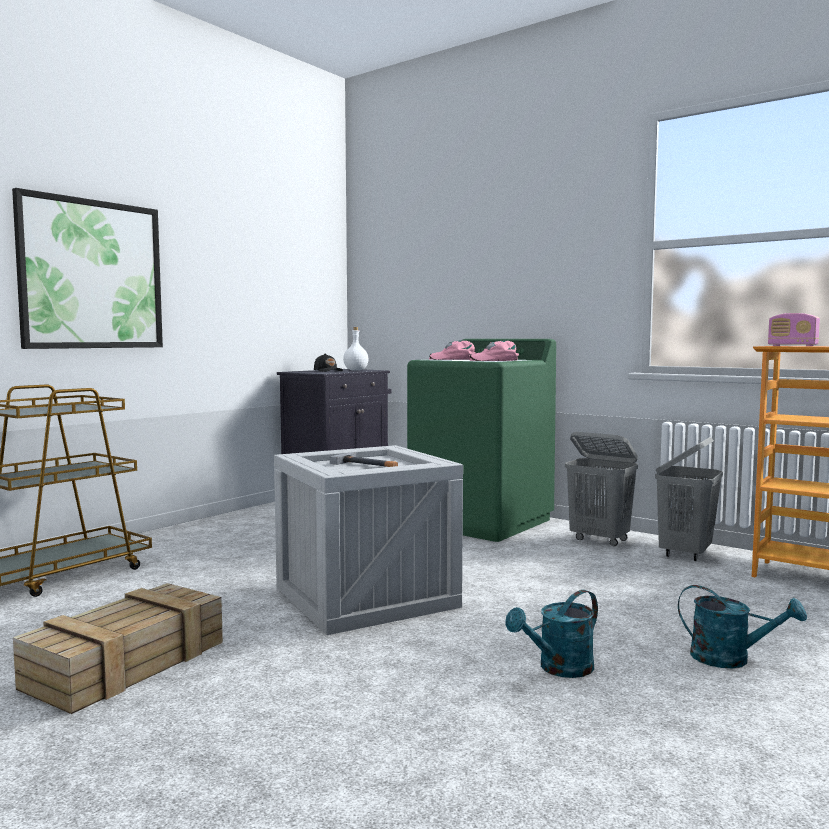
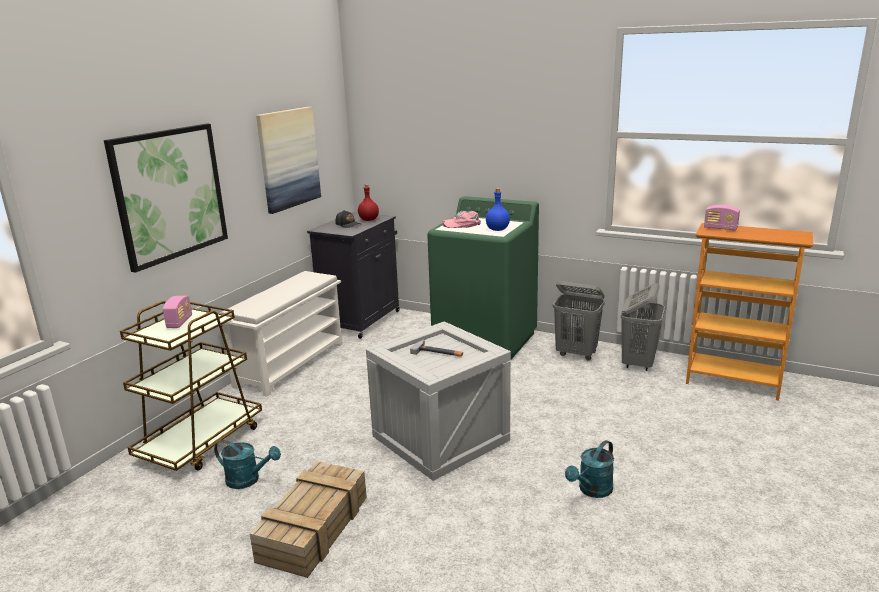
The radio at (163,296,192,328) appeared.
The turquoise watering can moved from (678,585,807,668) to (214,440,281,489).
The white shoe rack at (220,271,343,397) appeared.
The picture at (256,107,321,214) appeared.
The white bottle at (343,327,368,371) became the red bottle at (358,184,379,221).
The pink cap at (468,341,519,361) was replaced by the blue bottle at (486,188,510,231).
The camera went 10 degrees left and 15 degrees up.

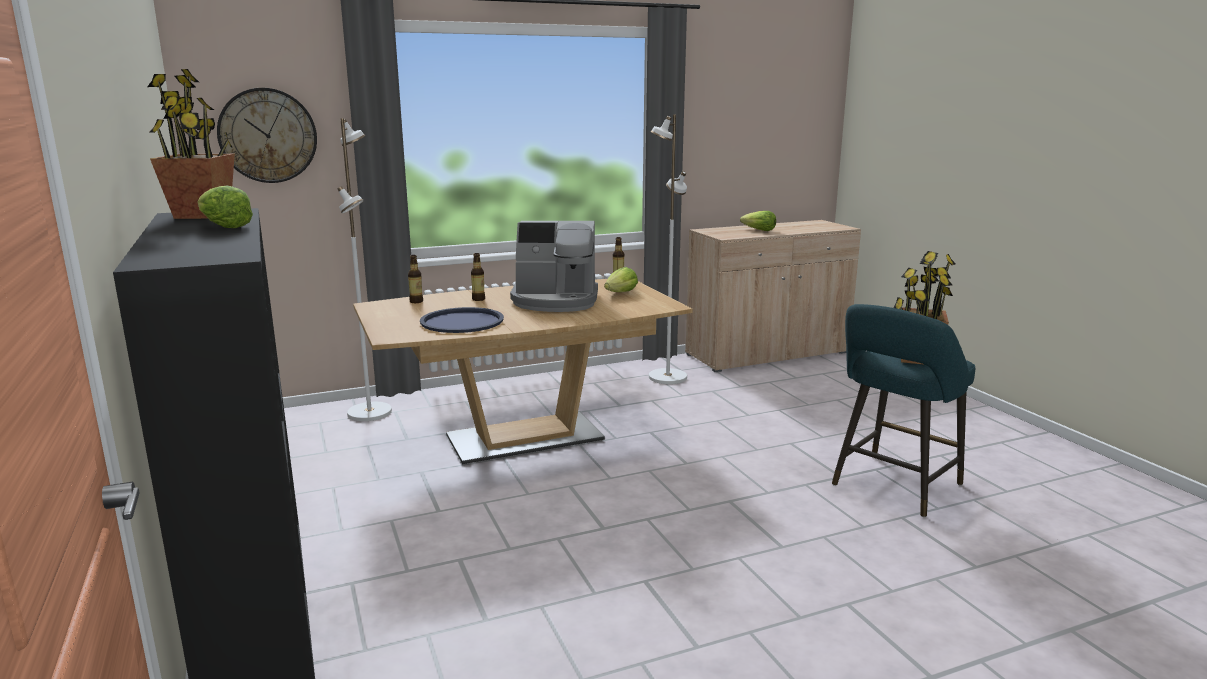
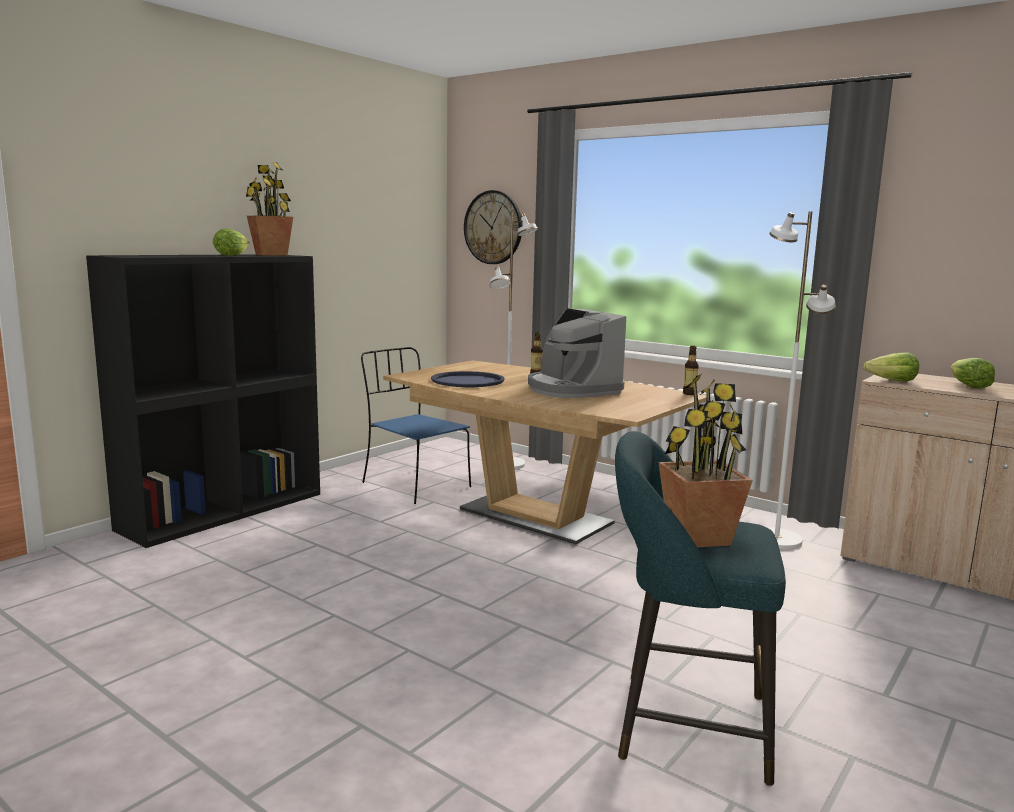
The blue chair at (361,347,471,504) appeared.
The lettuce moved from (604,267,638,292) to (863,352,919,382).
The bottle at (408,255,423,303) disappeared.
The camera went 60 degrees right and 5 degrees down.

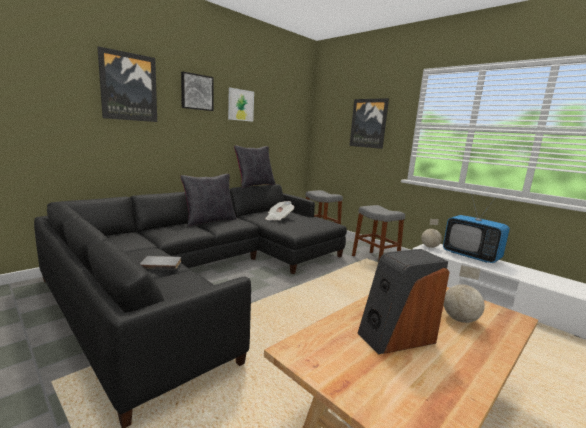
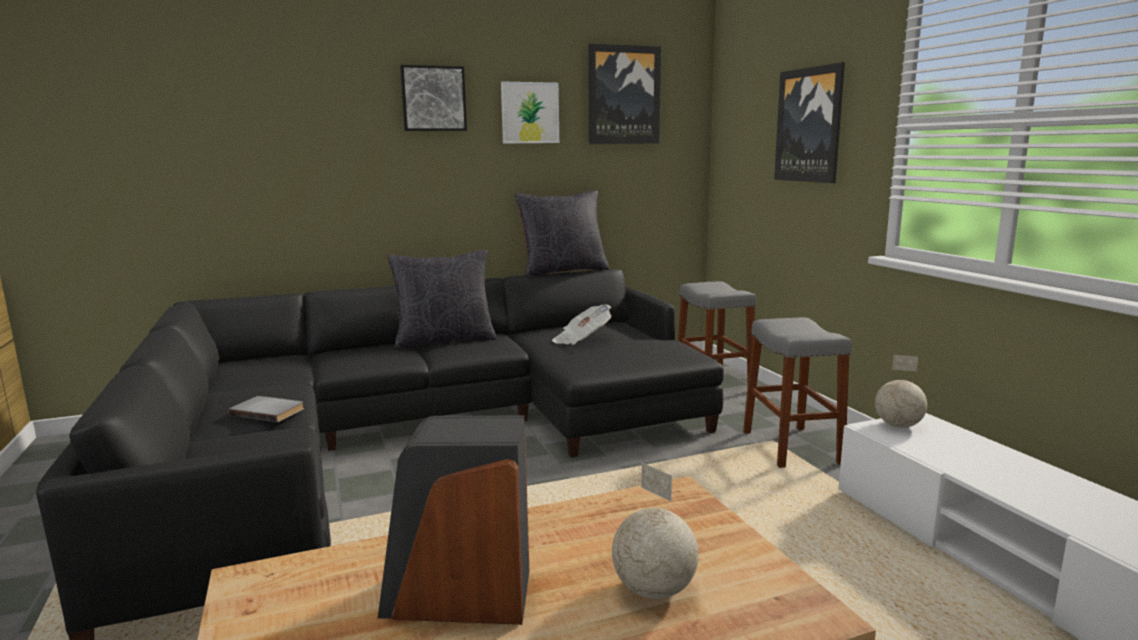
The picture moved from (98,46,157,122) to (588,44,661,144).
The television at (443,194,510,263) disappeared.
The camera went 25 degrees right and 0 degrees up.

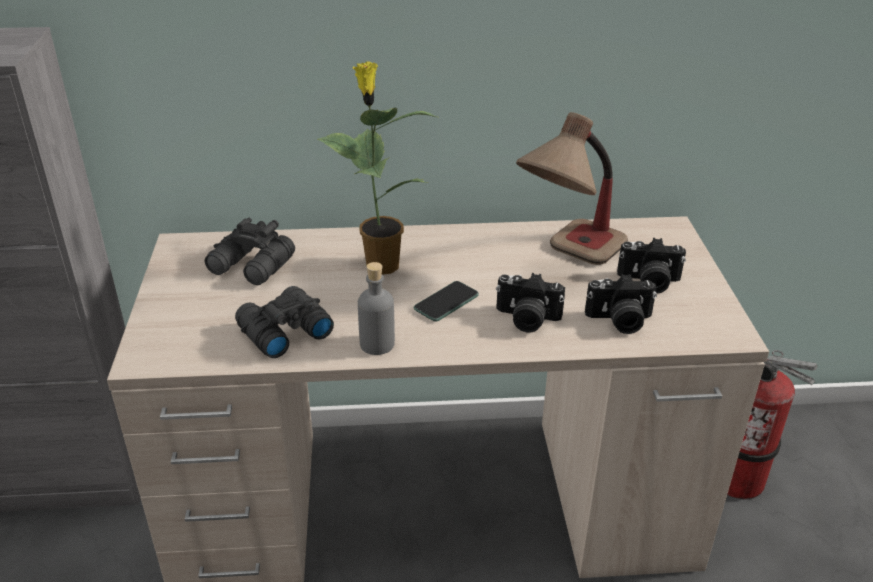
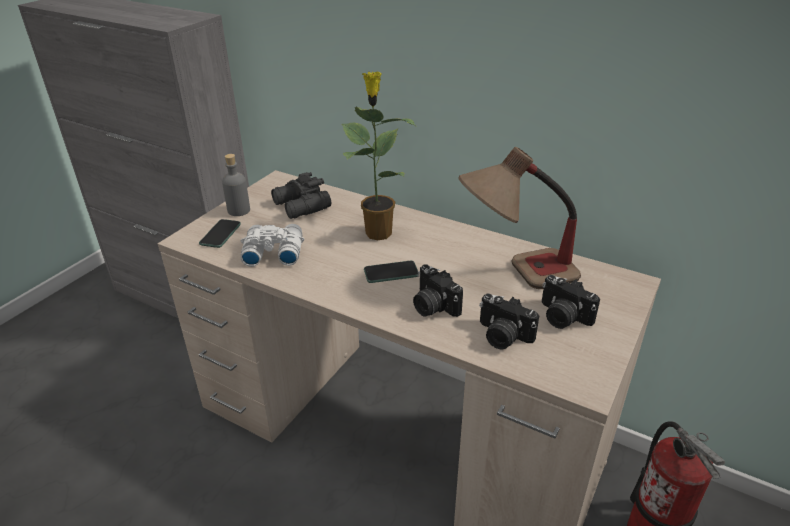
The phone at (199,219,241,248) appeared.
The grey bottle moved from (358,262,395,355) to (222,154,250,216).
The black binoculars at (235,286,334,358) became the white binoculars at (241,224,304,267).
The camera went 35 degrees right and 0 degrees up.

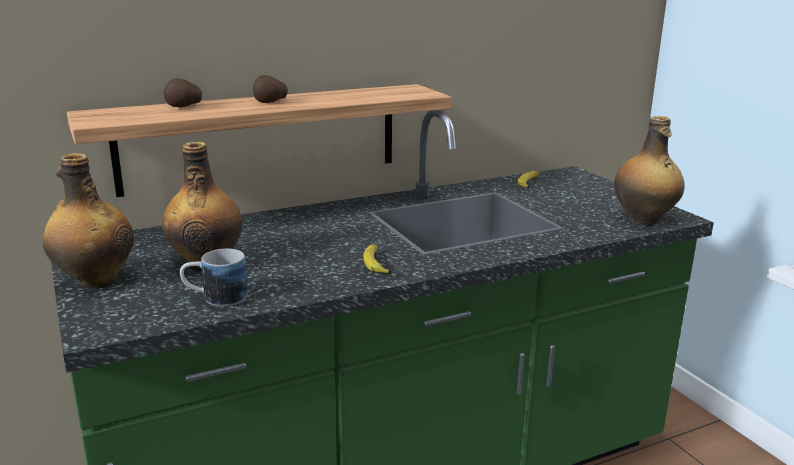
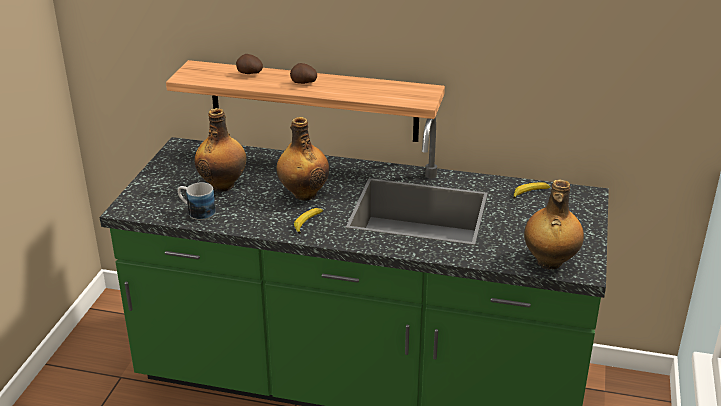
The bottle moved from (43,153,134,289) to (276,117,329,200).
The camera went 40 degrees right and 10 degrees up.

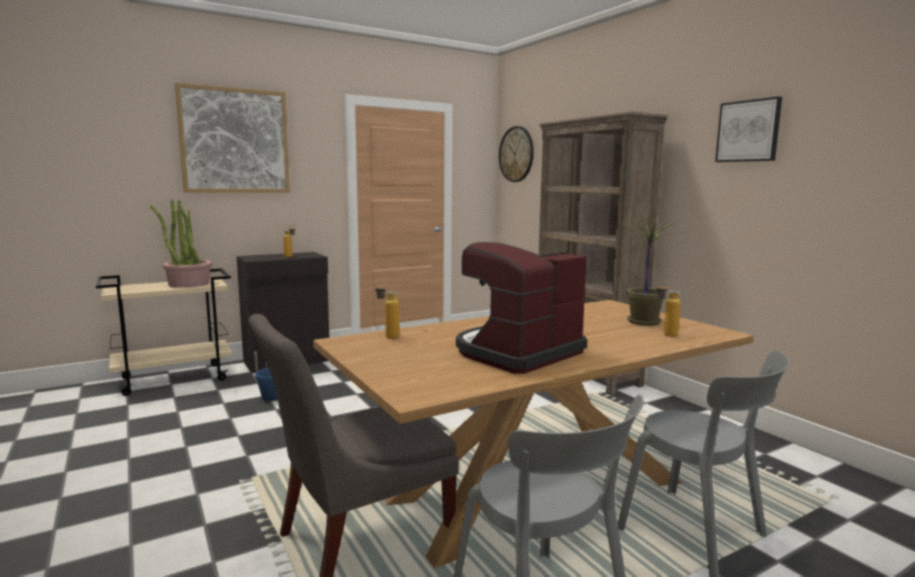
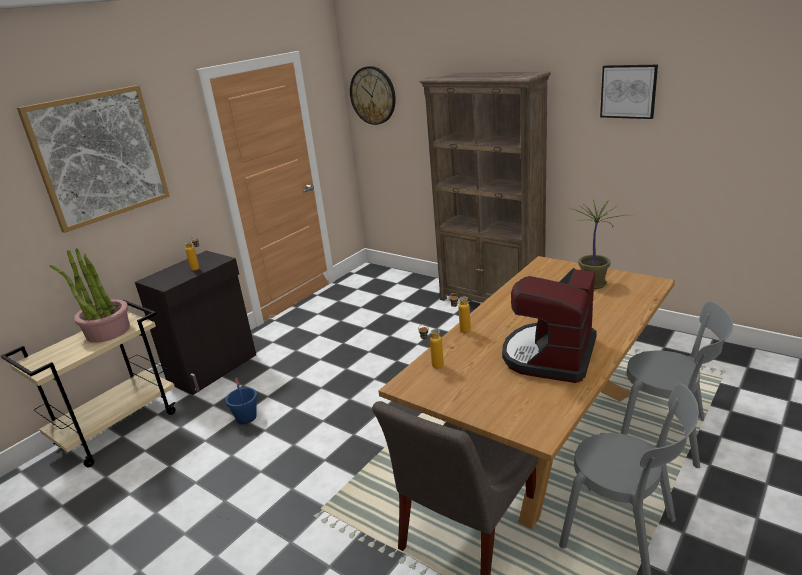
The bottle moved from (656,281,681,337) to (449,293,471,333).
The camera went 20 degrees left and 15 degrees up.

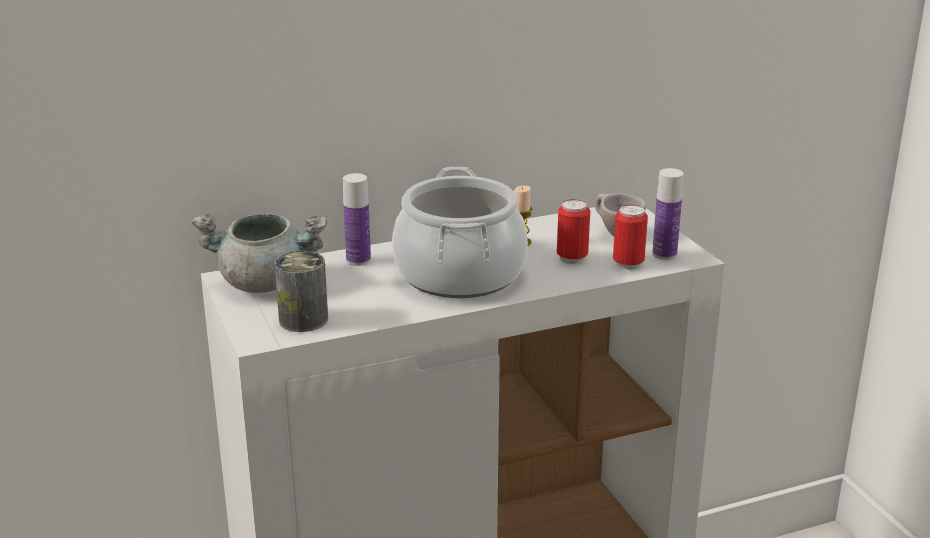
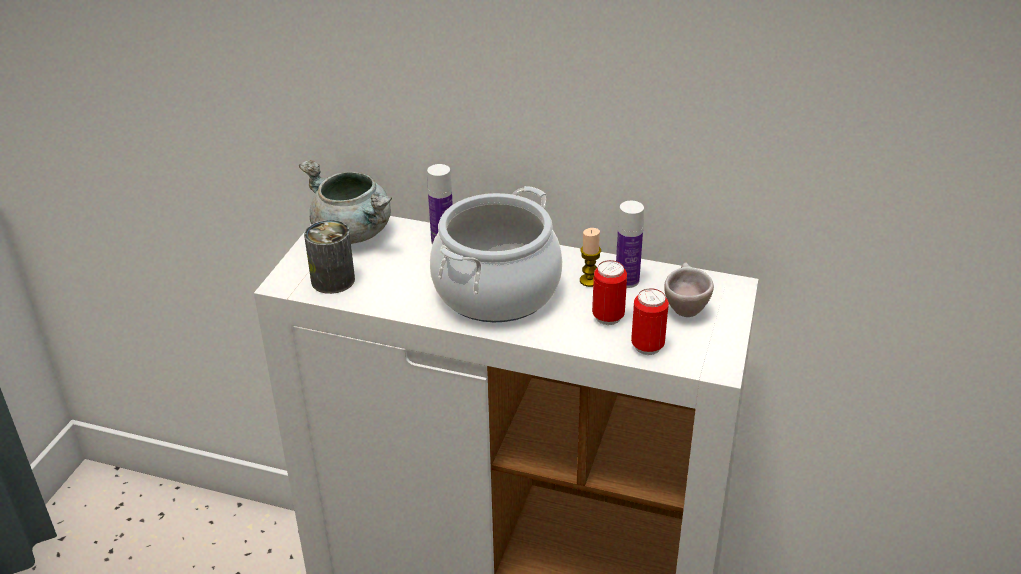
The bottle moved from (652,168,683,260) to (616,201,644,288).
The camera went 40 degrees right and 10 degrees up.

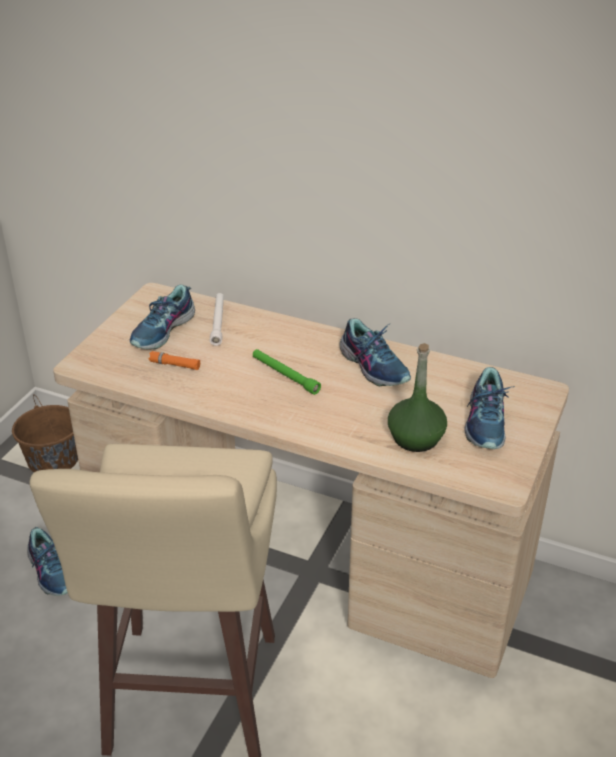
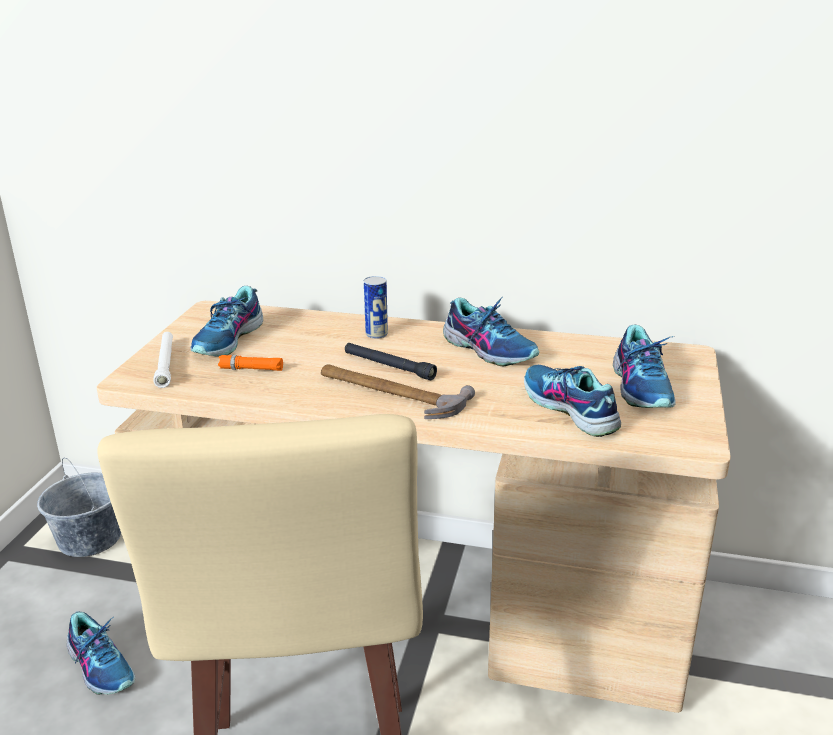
The brown bucket at (12,394,78,472) became the grey bucket at (37,458,121,557).
The white flashlight moved from (210,293,224,346) to (153,332,173,388).
The hammer at (321,364,475,419) appeared.
The green flashlight at (253,349,321,395) became the black flashlight at (345,343,437,380).
The can at (364,276,388,339) appeared.
The green bottle at (388,343,447,452) was replaced by the shoe at (524,365,621,437).
The camera went 10 degrees left and 10 degrees down.

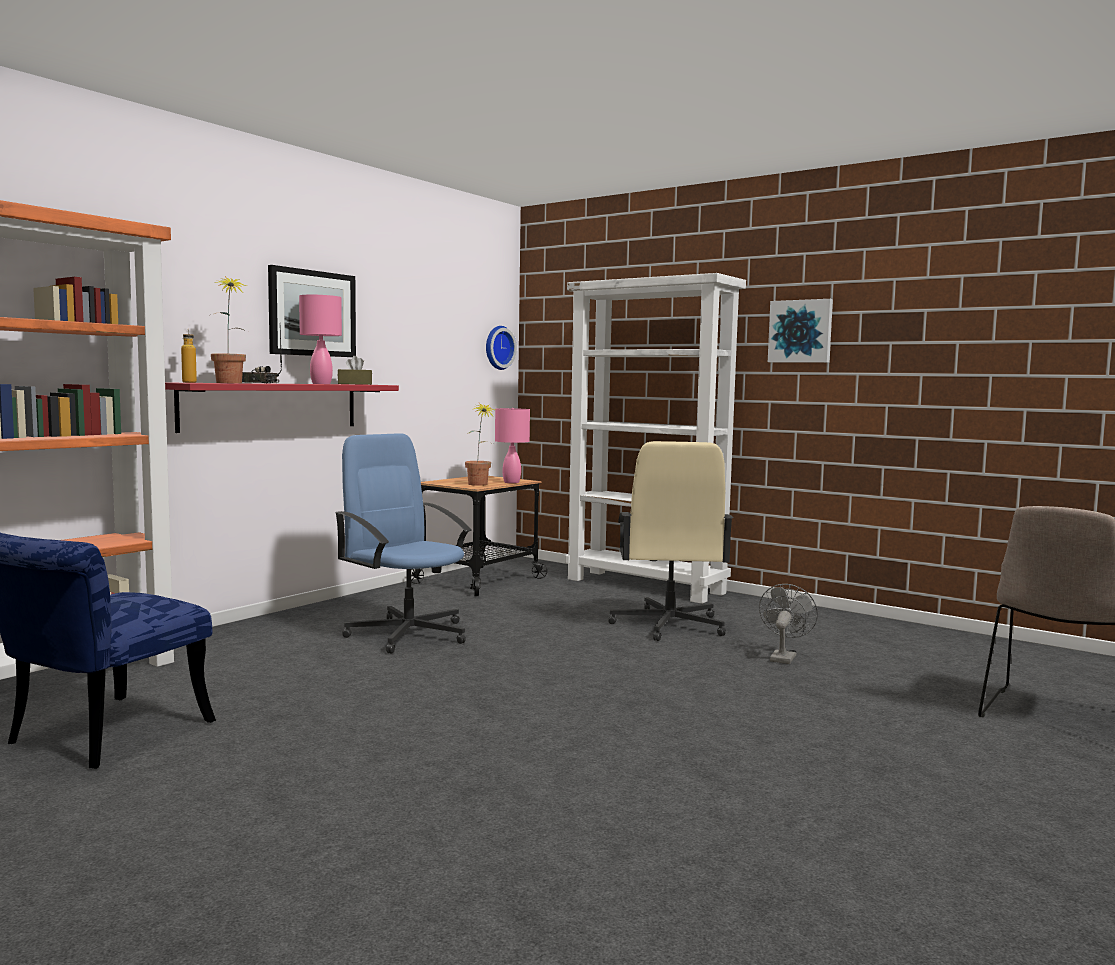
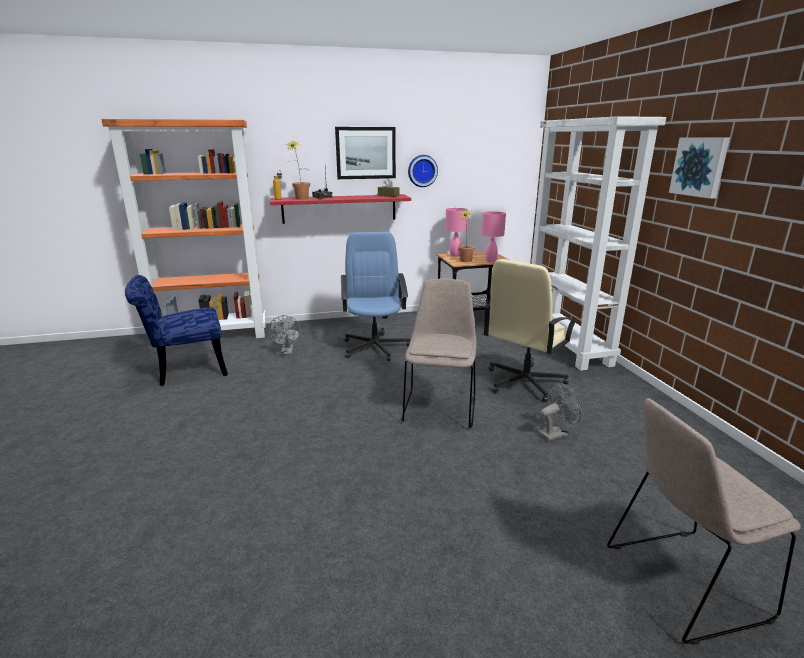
The grey fan at (268,315,301,355) appeared.
The beige chair at (402,279,476,428) appeared.
The wall clock moved from (486,326,517,370) to (408,155,438,187).
The pink table lamp moved from (299,295,342,384) to (445,208,468,257).
The camera went 40 degrees right and 15 degrees up.

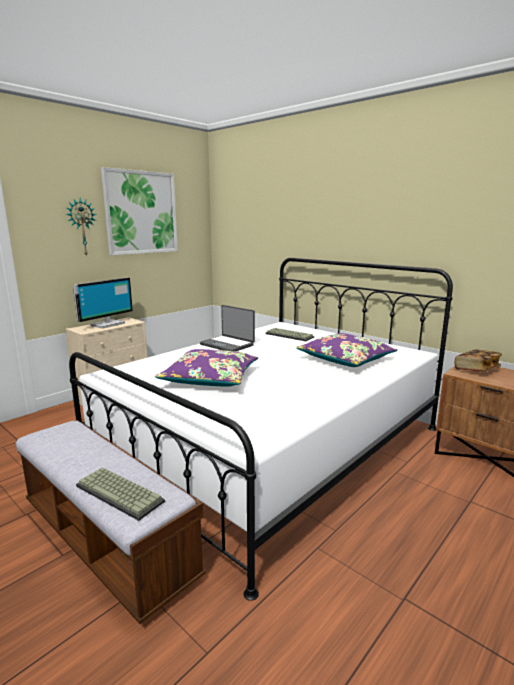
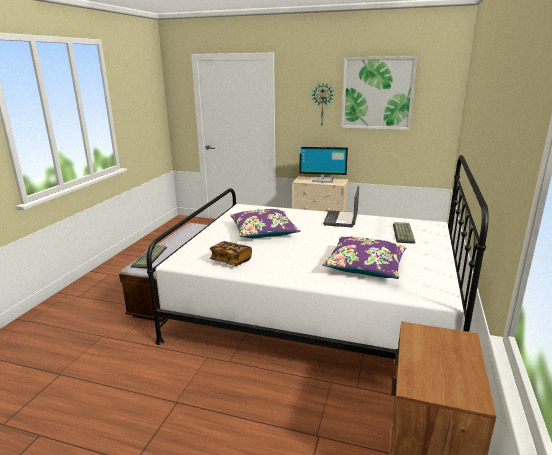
The book moved from (455,350,502,372) to (209,241,252,266).
The camera went 65 degrees right and 5 degrees up.

